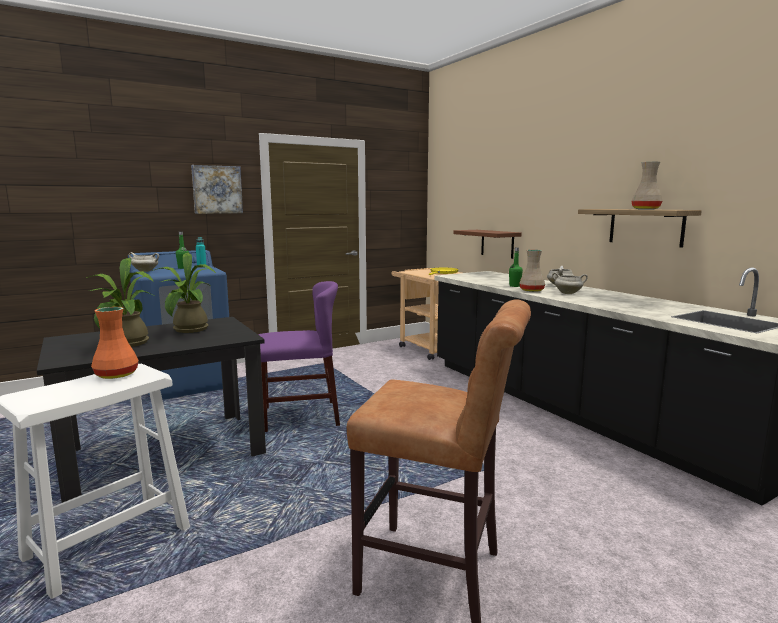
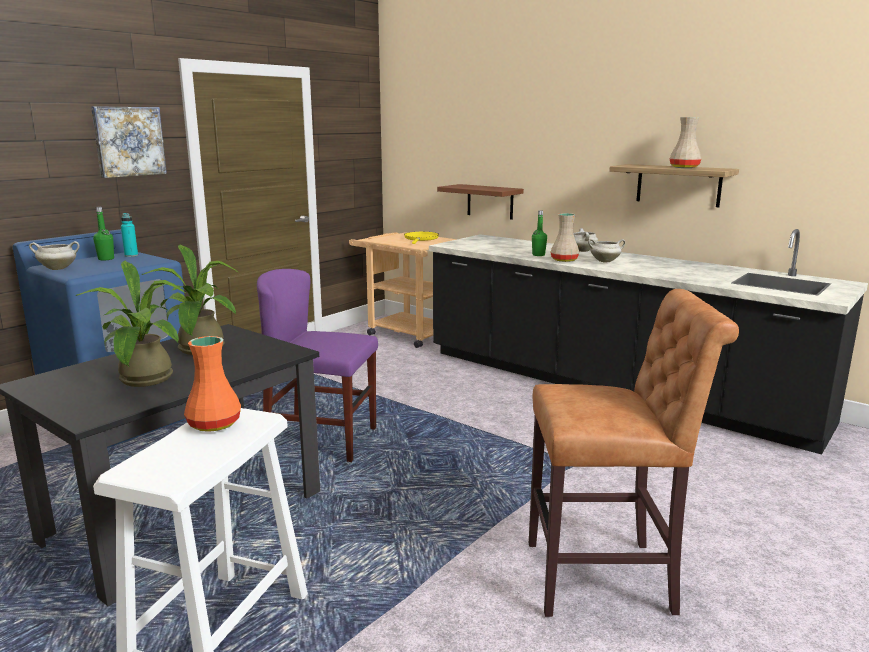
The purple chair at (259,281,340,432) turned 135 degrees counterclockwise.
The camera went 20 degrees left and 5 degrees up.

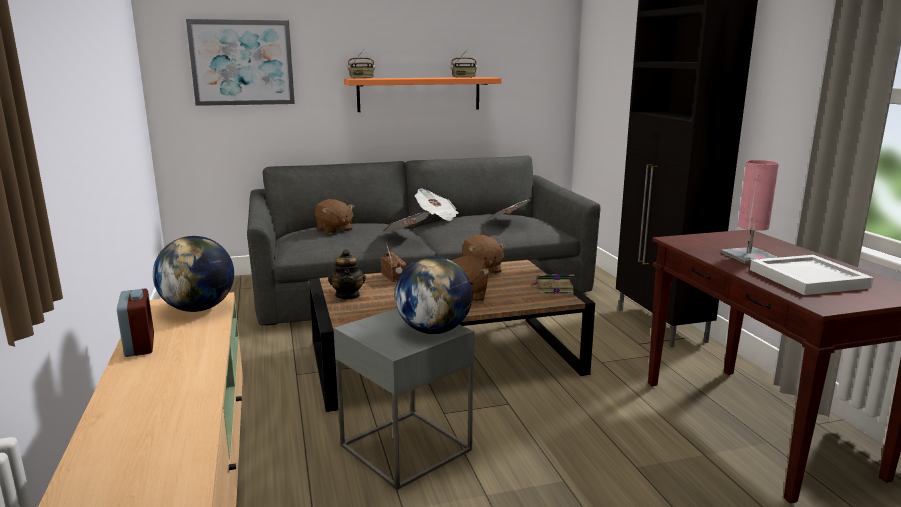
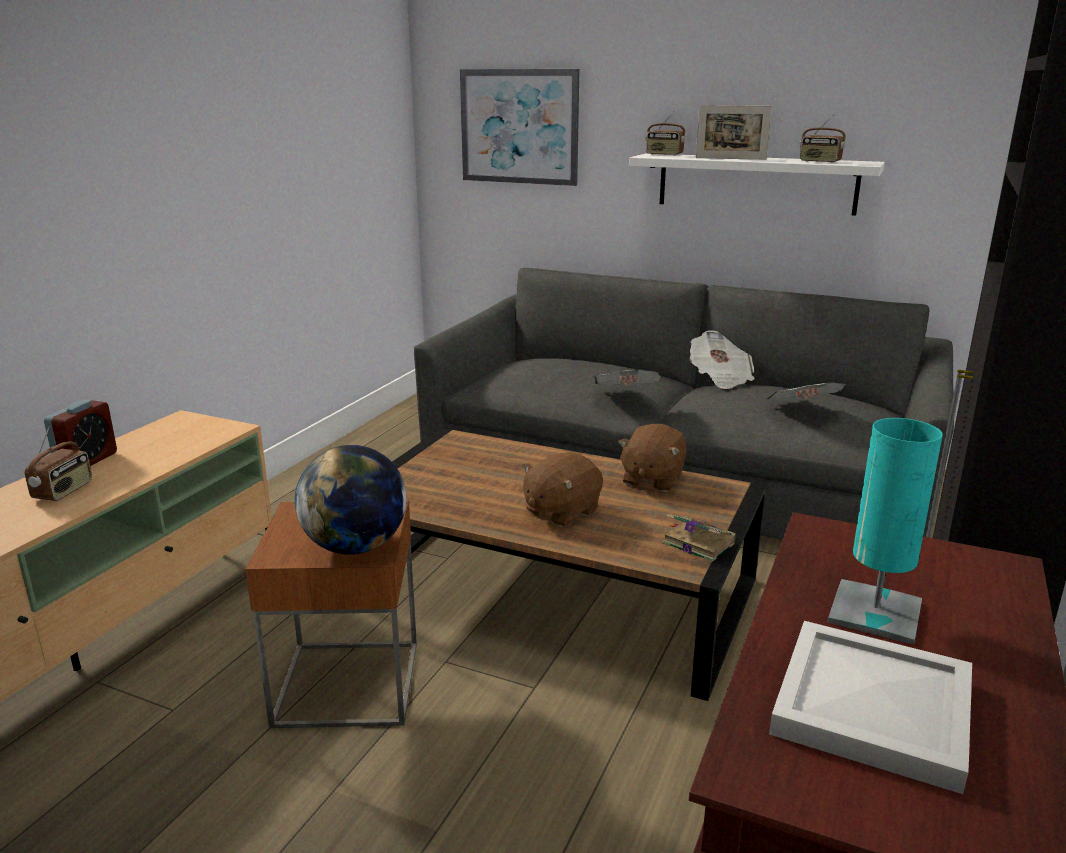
The radio moved from (381,243,406,283) to (25,426,92,501).
The grey side table at (333,308,474,490) became the brown side table at (245,500,417,728).
The orange shelf at (344,77,501,112) became the white shelf at (629,153,885,216).
The picture frame at (696,105,772,160) appeared.
The pink table lamp at (721,160,779,263) became the turquoise table lamp at (828,418,943,645).
The globe at (153,236,234,312) disappeared.
The brown plush toy at (315,199,354,234) disappeared.
The teapot at (328,249,366,300) disappeared.
The camera went 40 degrees right and 5 degrees up.

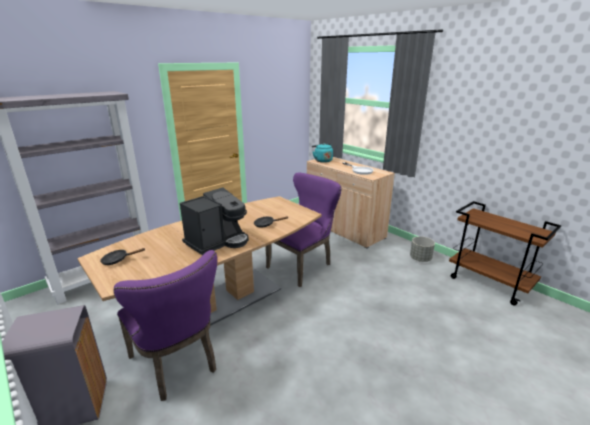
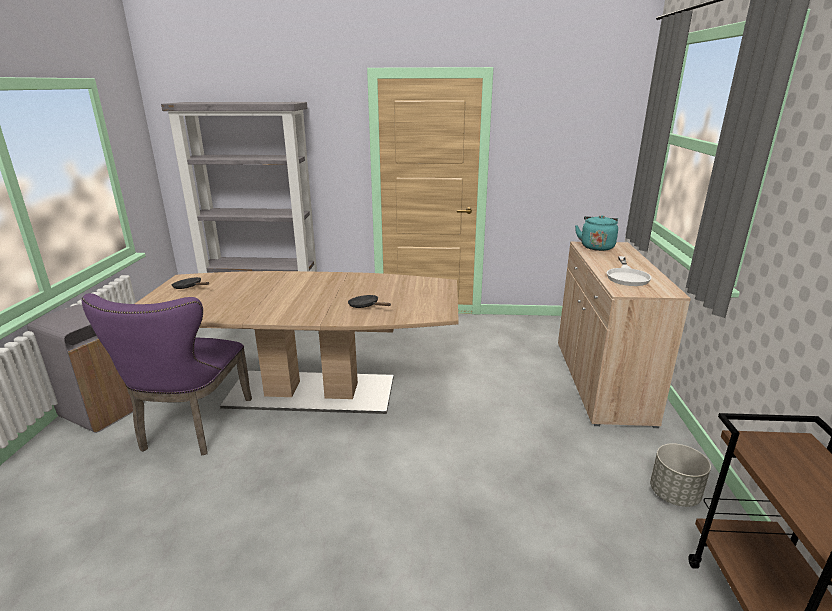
The coffee machine at (180,188,249,255) disappeared.
The purple chair at (265,173,341,287) disappeared.
The camera went 45 degrees right and 0 degrees up.

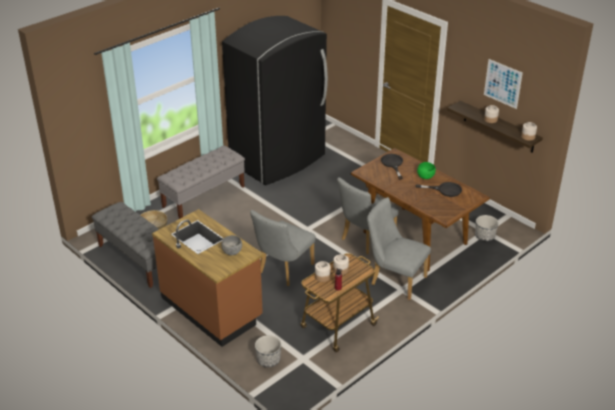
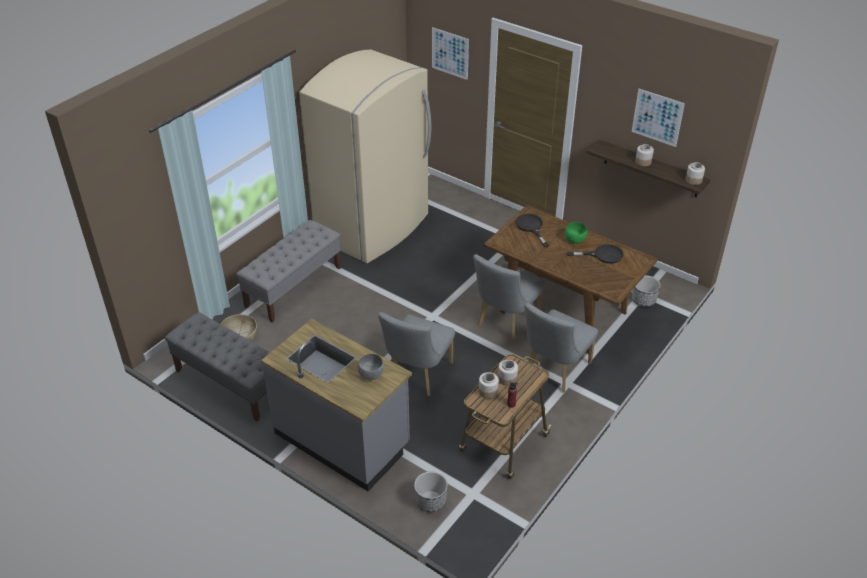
The brown counter at (152,209,264,347) became the grey counter at (261,319,412,491).
The black fridge at (222,16,328,185) became the beige fridge at (299,50,431,263).
The picture at (432,27,469,80) appeared.
The grey chair at (367,197,431,300) turned 75 degrees counterclockwise.
The camera went 10 degrees left and 5 degrees up.

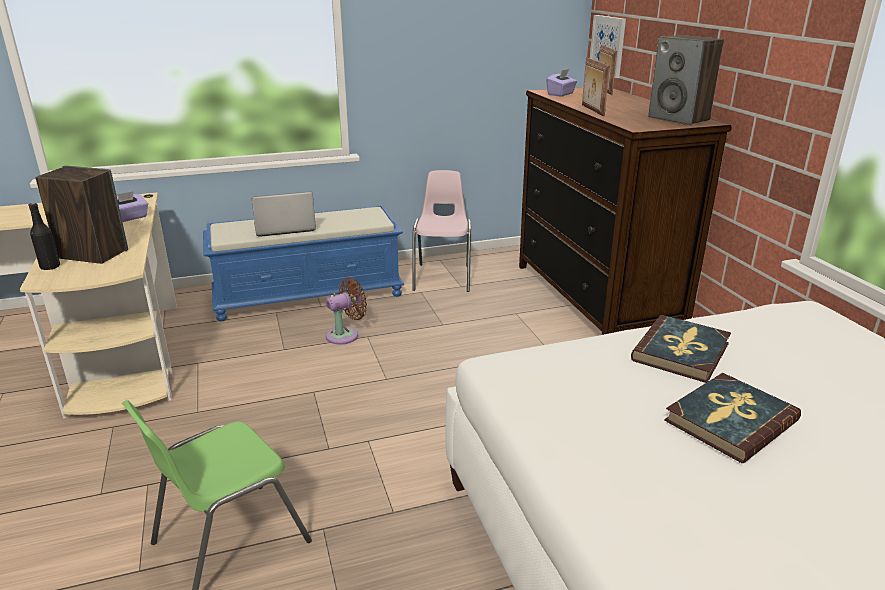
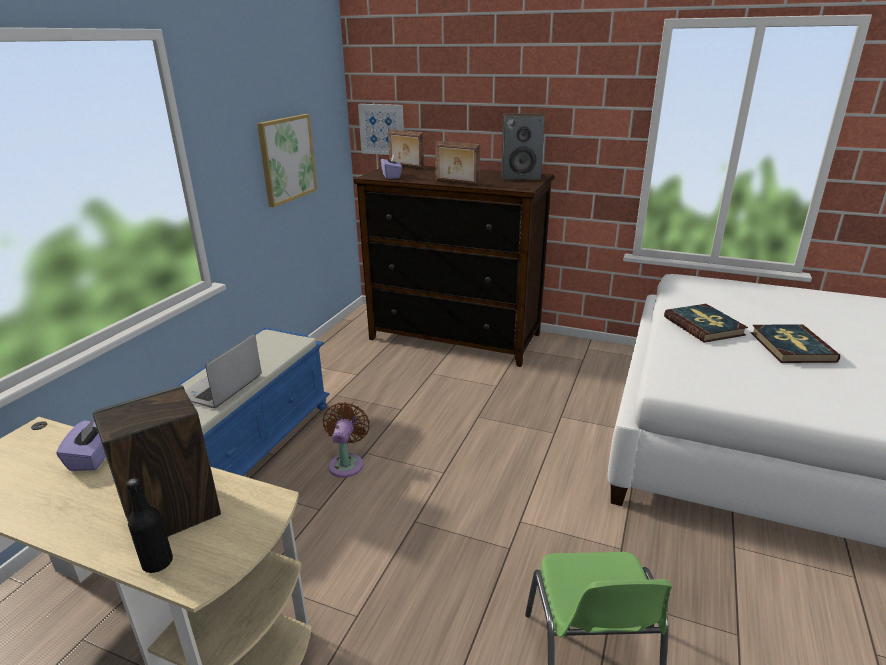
The picture at (257,114,317,207) appeared.
The pink chair at (412,170,471,292) disappeared.
The camera went 50 degrees left and 0 degrees up.

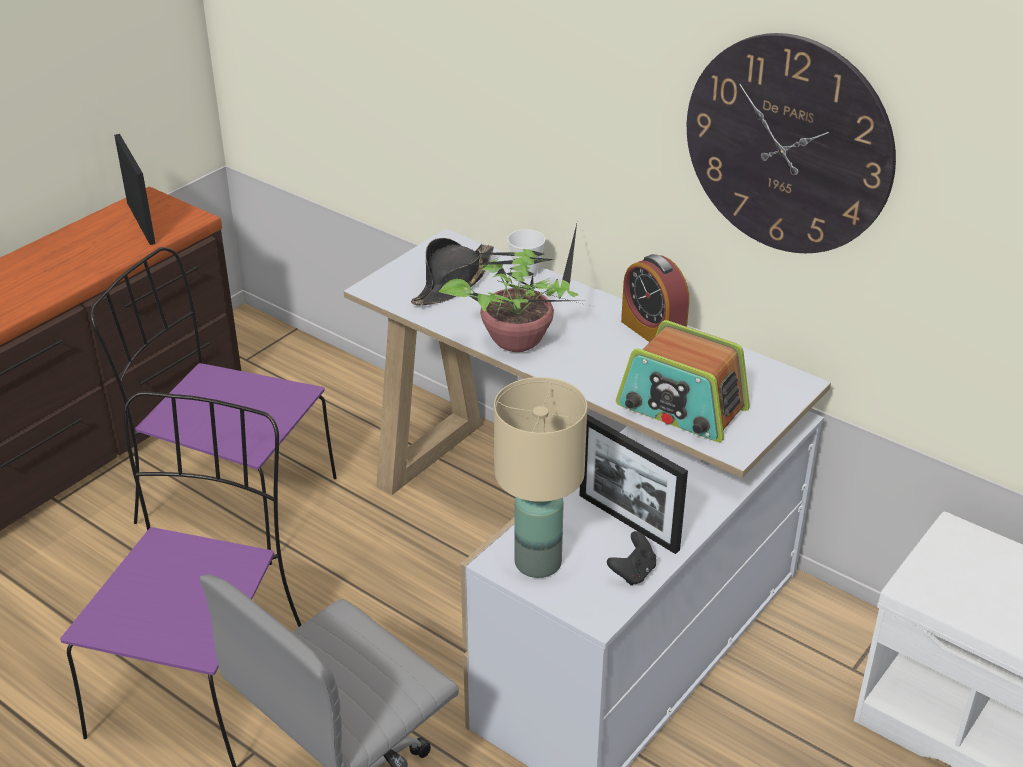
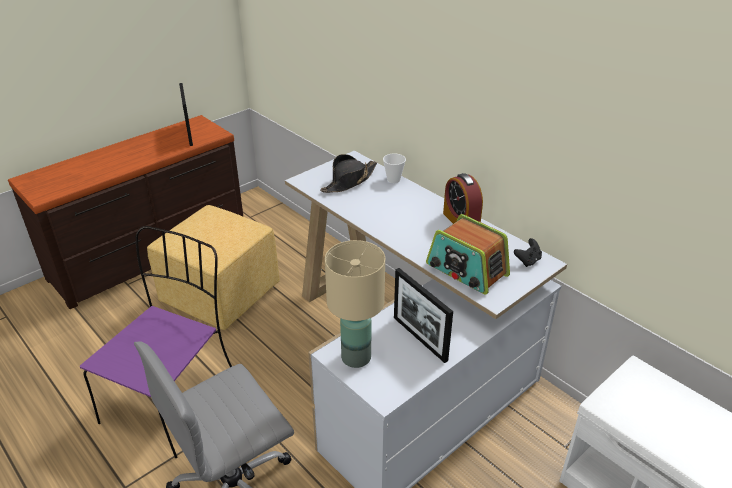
The purple chair at (90,247,337,565) was replaced by the yellow ottoman at (147,205,280,330).
The black game controller moved from (607,531,656,586) to (514,238,542,267).
The potted plant at (439,224,589,352) disappeared.
The wall clock at (687,33,896,253) disappeared.
The camera went 10 degrees right and 0 degrees up.

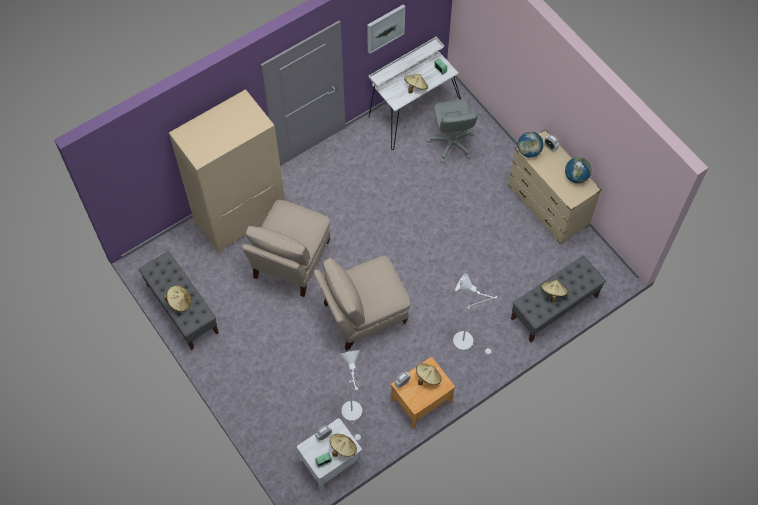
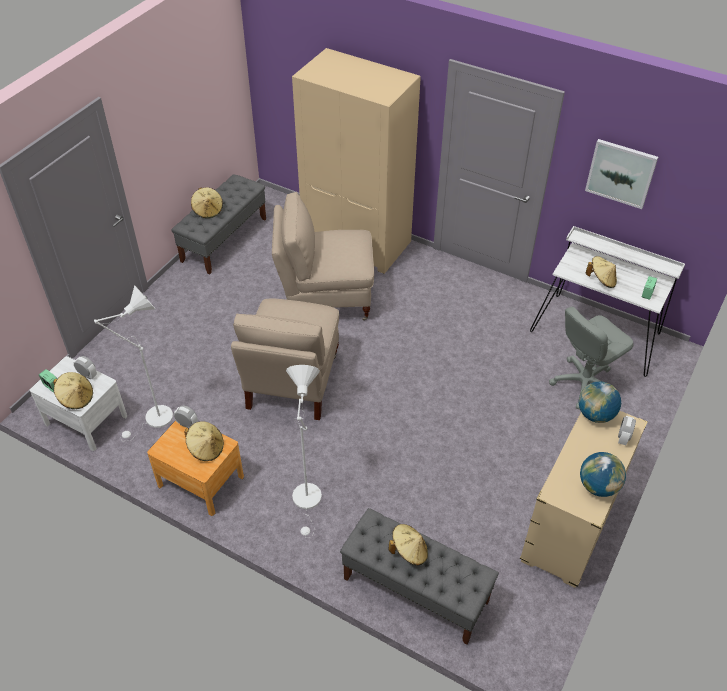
The beige chair at (313,256,410,351) turned 120 degrees counterclockwise.
The camera went 65 degrees right and 15 degrees down.

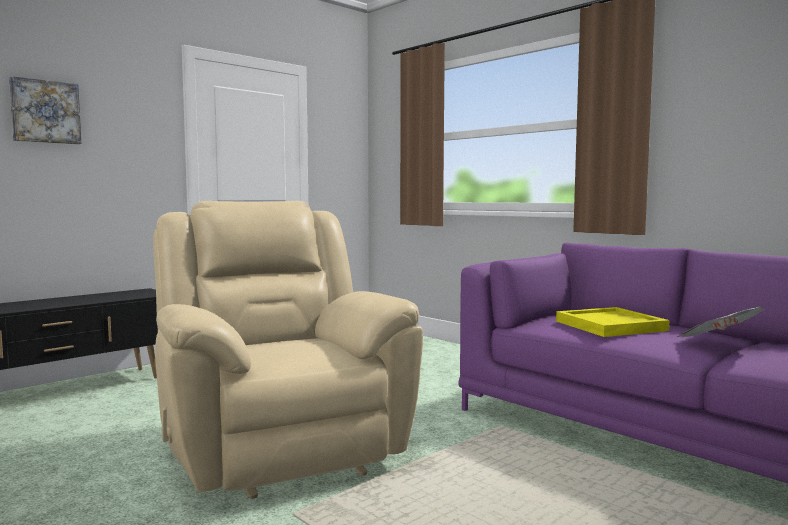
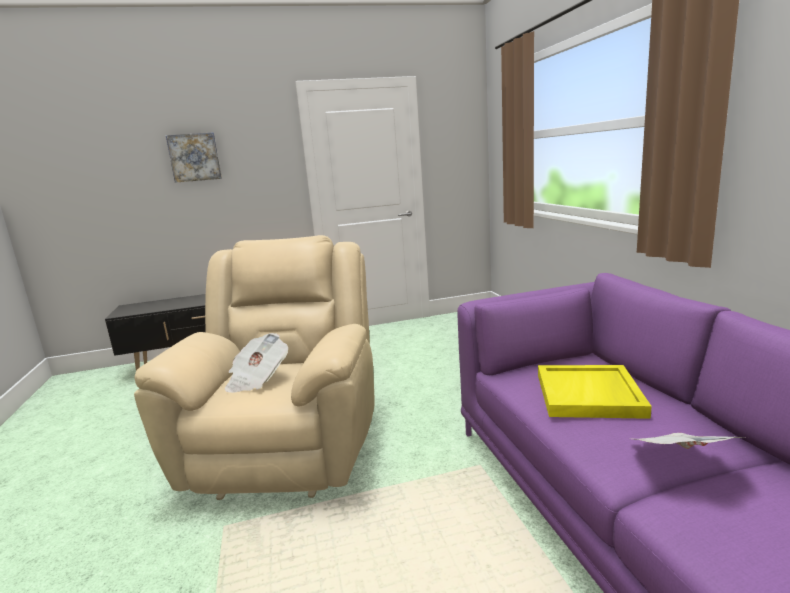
The newspaper at (224,333,288,393) appeared.
The camera went 30 degrees right and 10 degrees up.

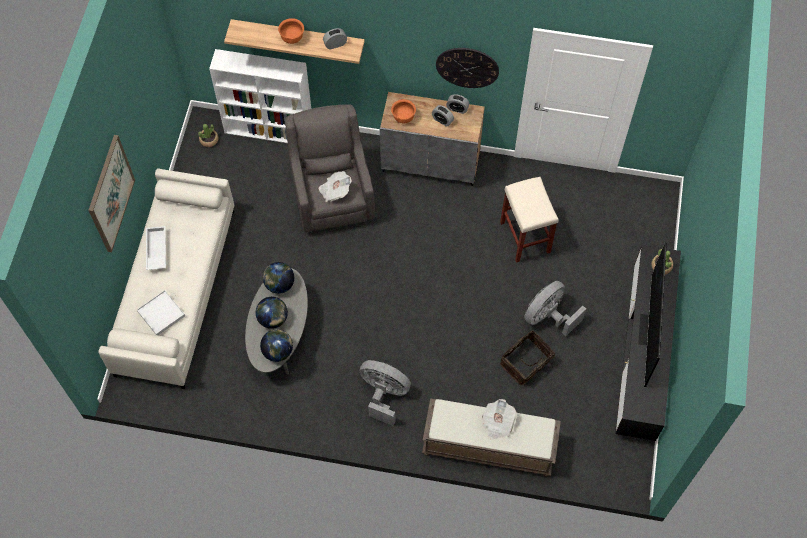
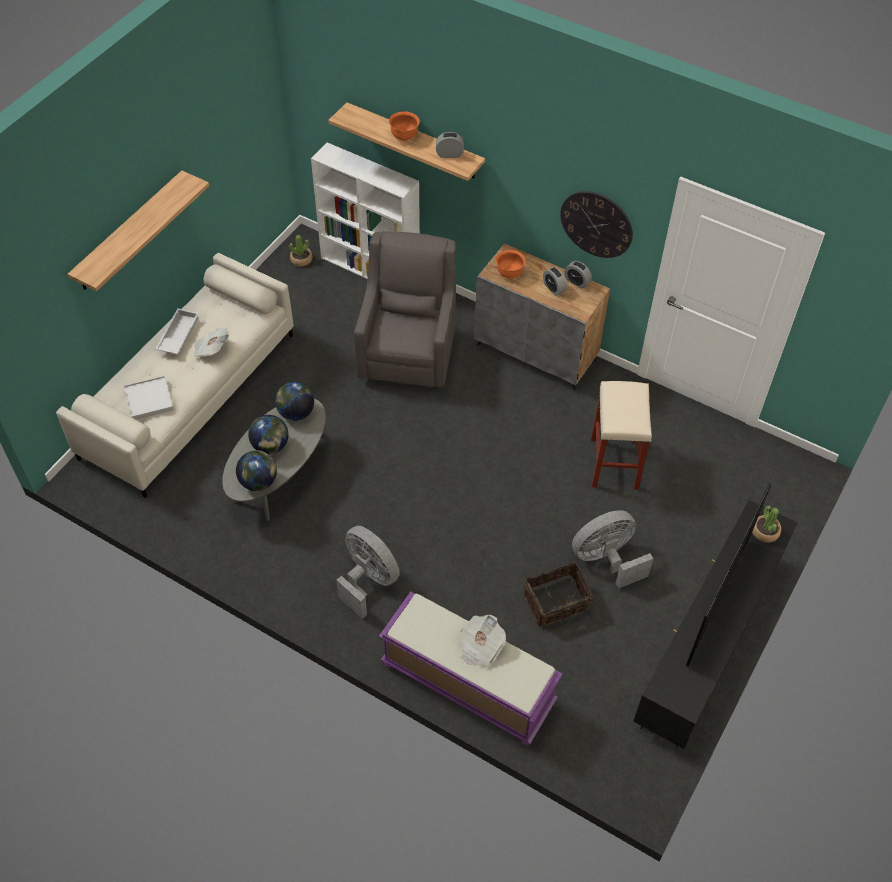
The picture at (88,135,135,252) was replaced by the shelf at (68,171,209,291).
The newspaper moved from (319,171,352,202) to (194,328,229,357).
The brown bench at (422,398,561,477) became the purple bench at (379,591,563,746).
The camera went 20 degrees right and 10 degrees down.

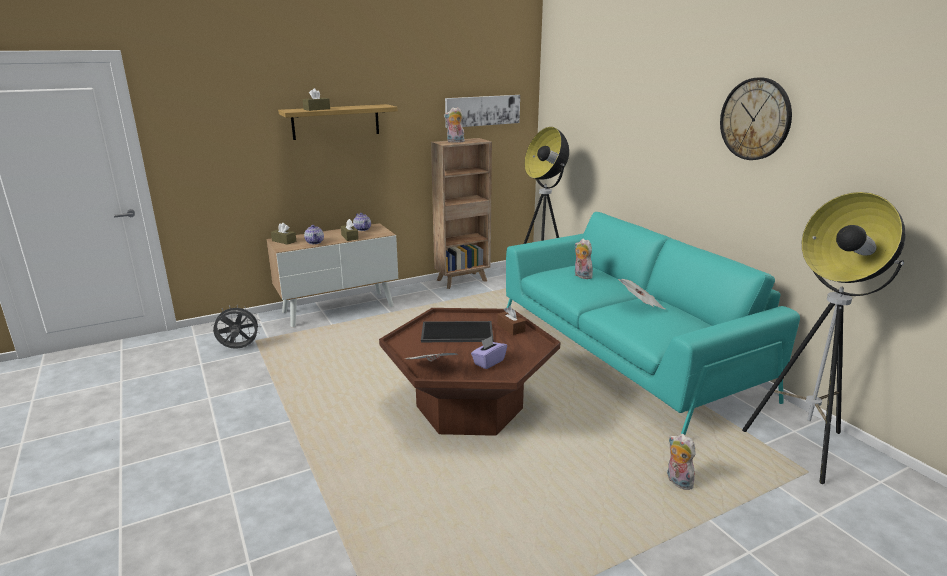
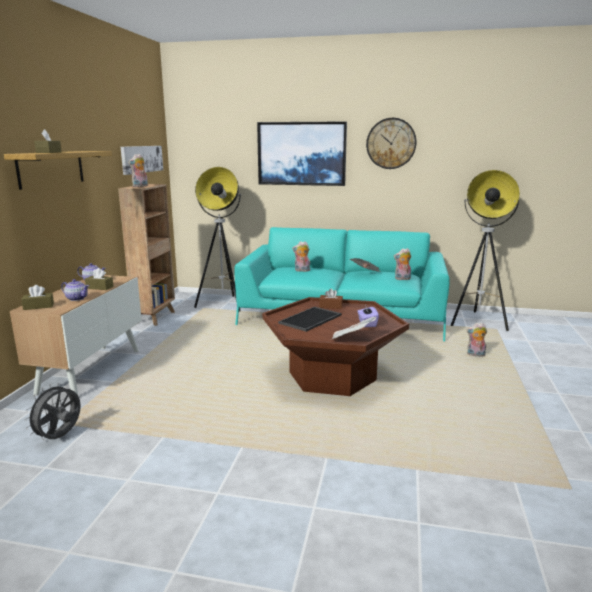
The picture at (257,121,347,186) appeared.
The plush toy at (394,248,411,280) appeared.
The camera went 50 degrees left and 5 degrees down.

